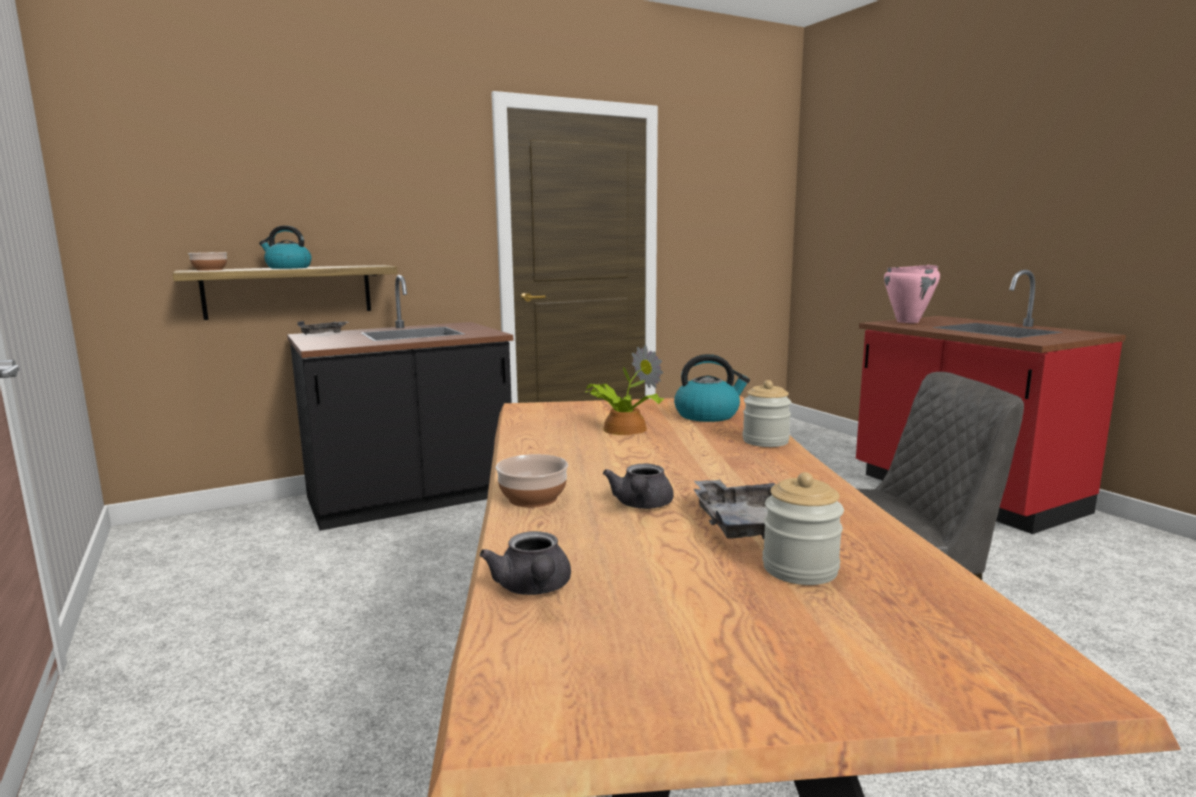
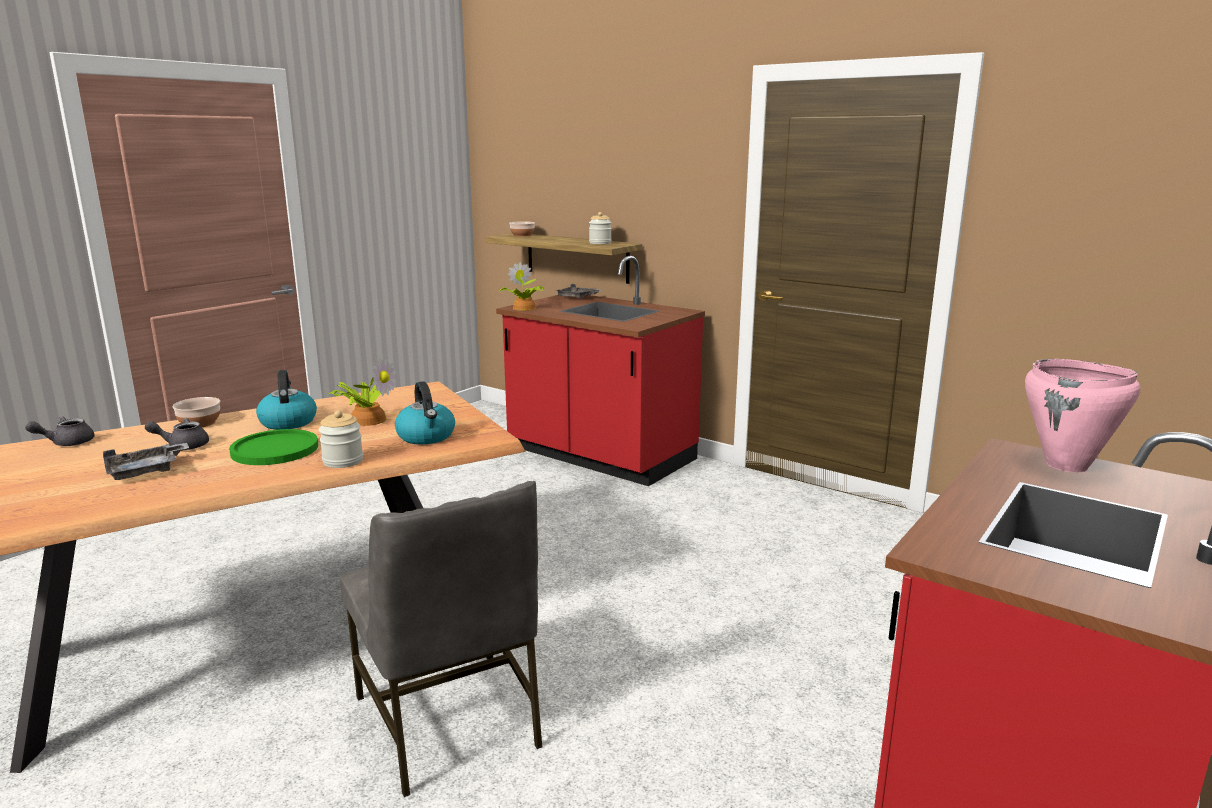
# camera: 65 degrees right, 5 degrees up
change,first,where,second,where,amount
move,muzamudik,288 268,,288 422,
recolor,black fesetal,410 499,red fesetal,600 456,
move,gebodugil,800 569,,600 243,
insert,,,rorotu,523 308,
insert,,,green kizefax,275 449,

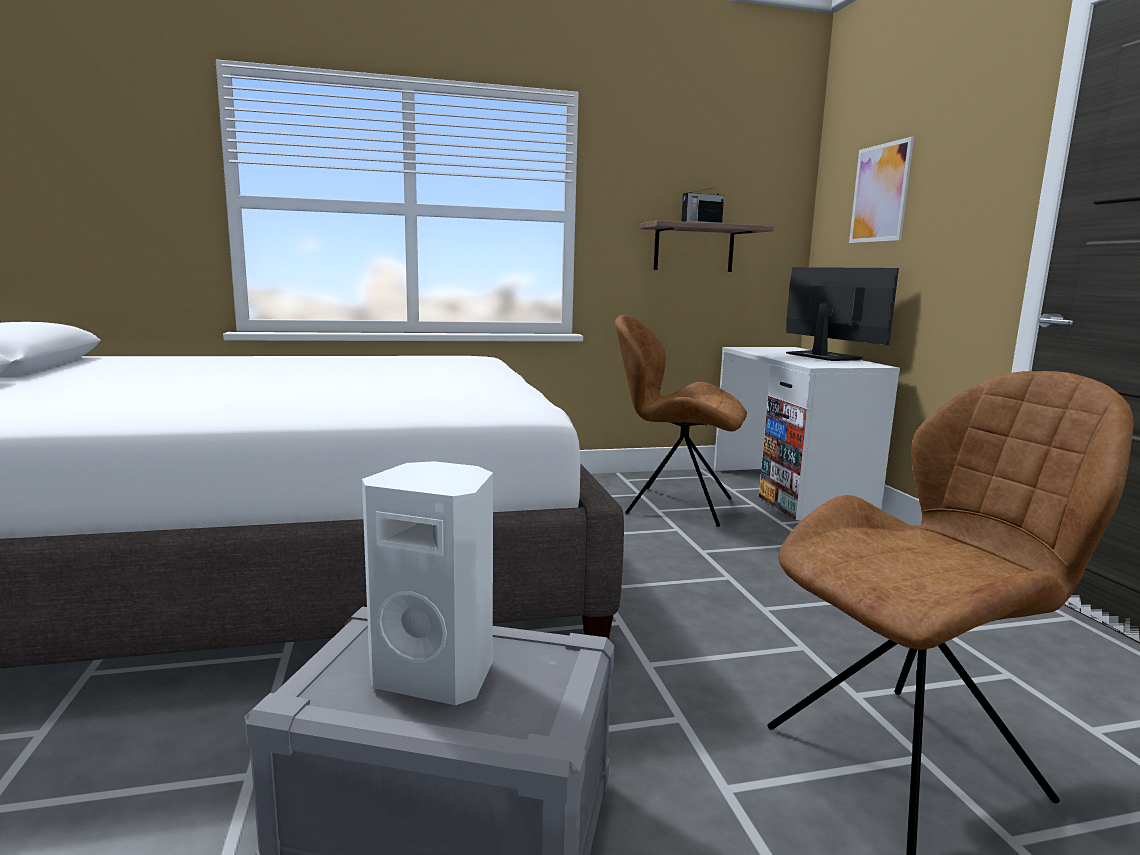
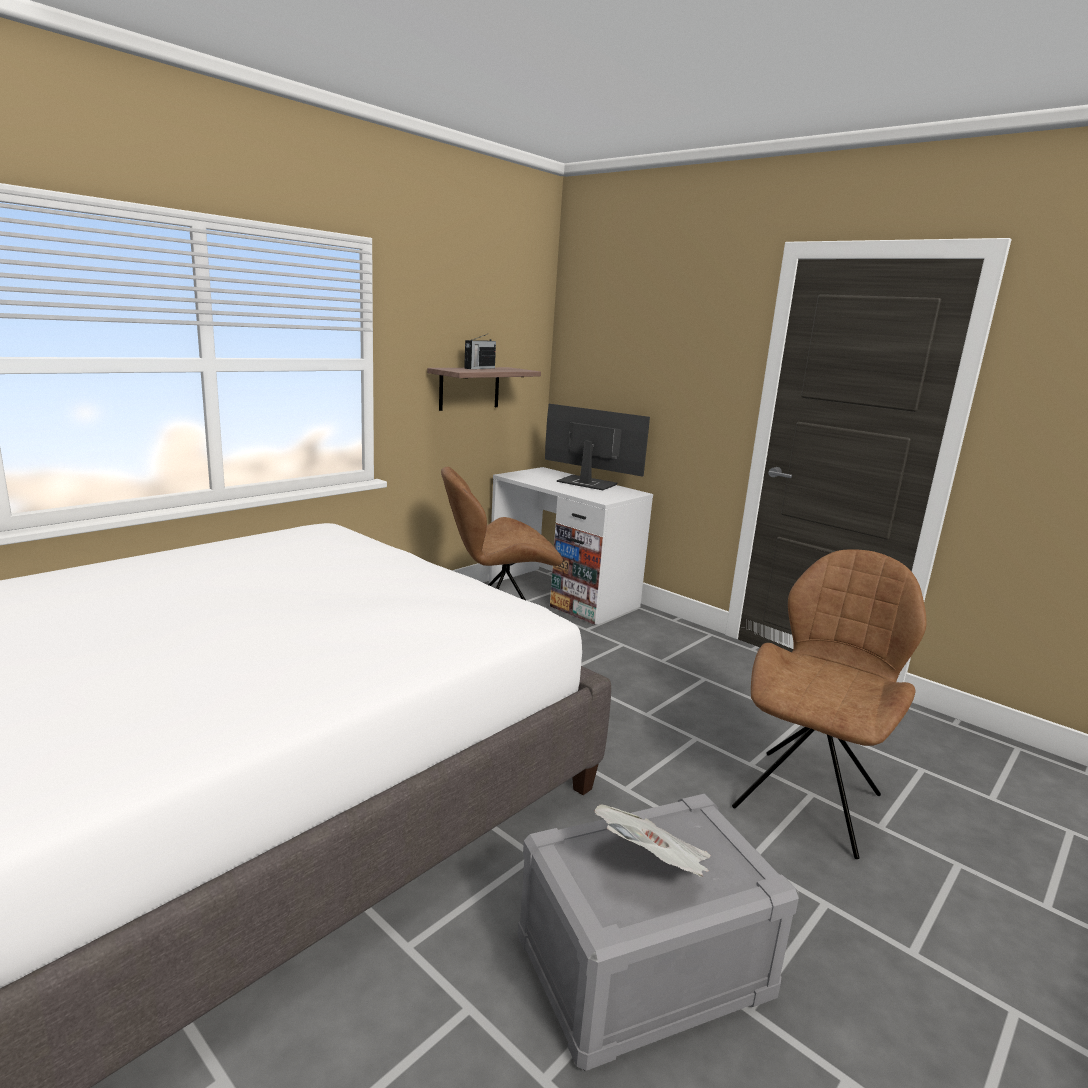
# camera: 35 degrees left, 5 degrees up
change,first,where,second,where,amount
delete,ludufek,880 193,,,
replace,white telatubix,437 674,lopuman,653 866,

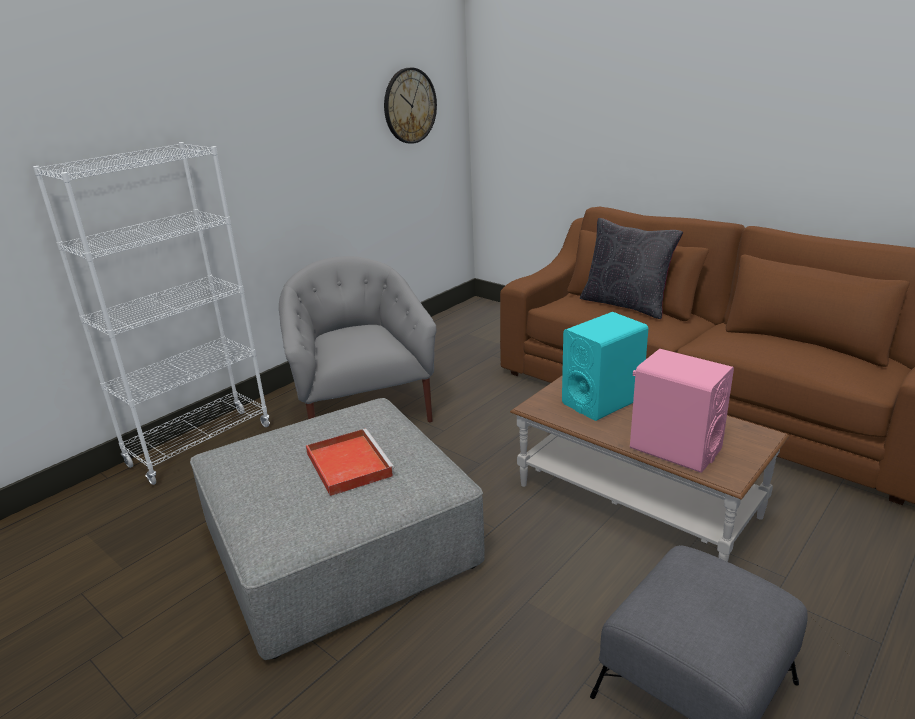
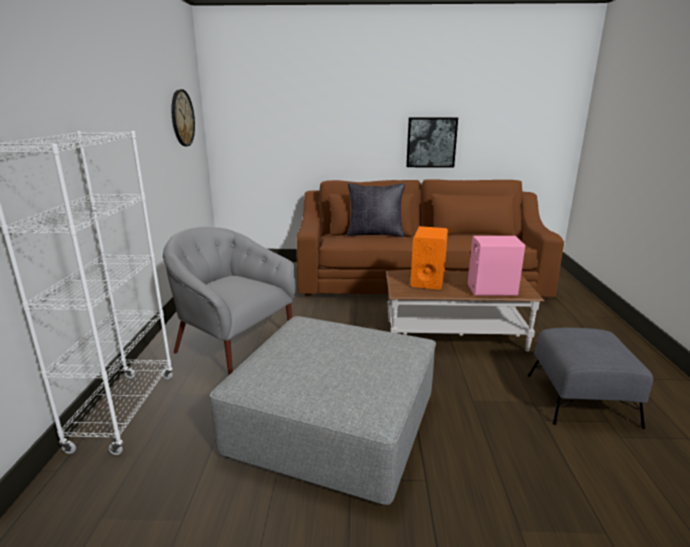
# camera: 40 degrees left, 5 degrees down
change,first,where,second,where,amount
recolor,turquoise telatubix,602 401,orange telatubix,427 280,
delete,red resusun,348 464,,,
insert,,,ludufek,431 142,

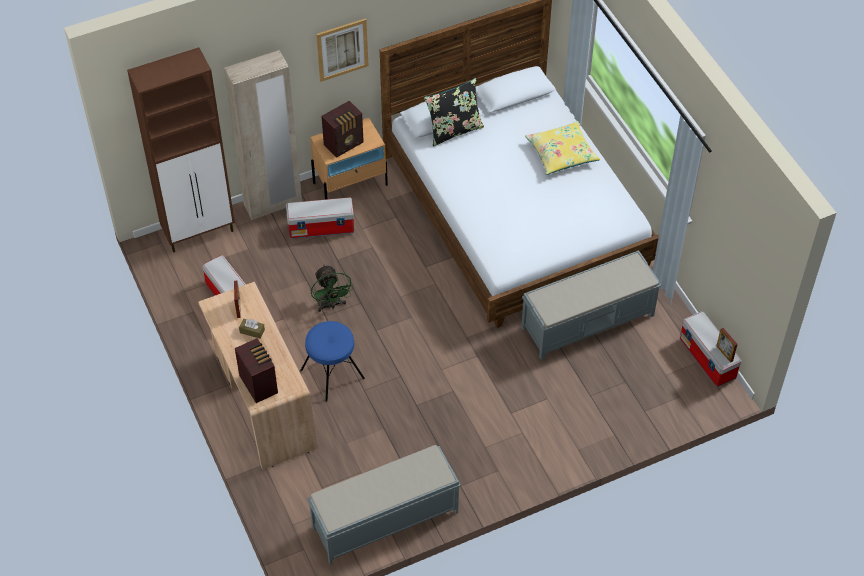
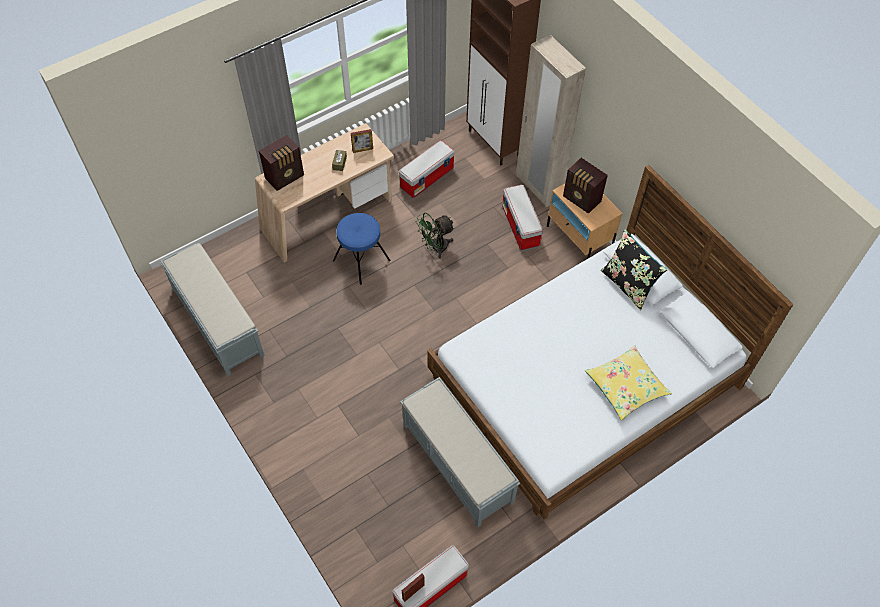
# camera: 80 degrees right, 5 degrees up
change,first,where,second,where,amount
delete,ludufek,342 49,,,

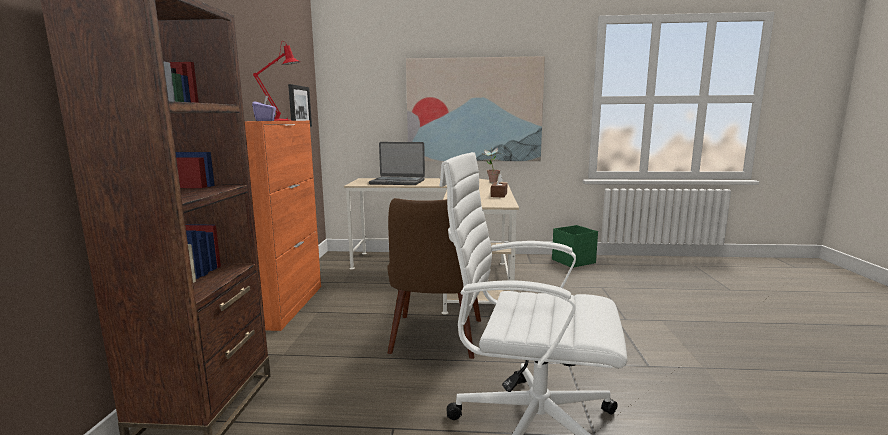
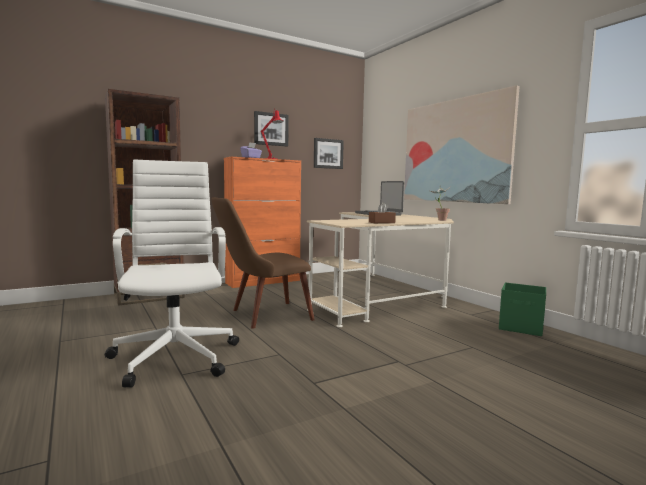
# camera: 55 degrees right, 5 degrees down
change,first,where,second,where,amount
insert,,,ludufek,271 129,

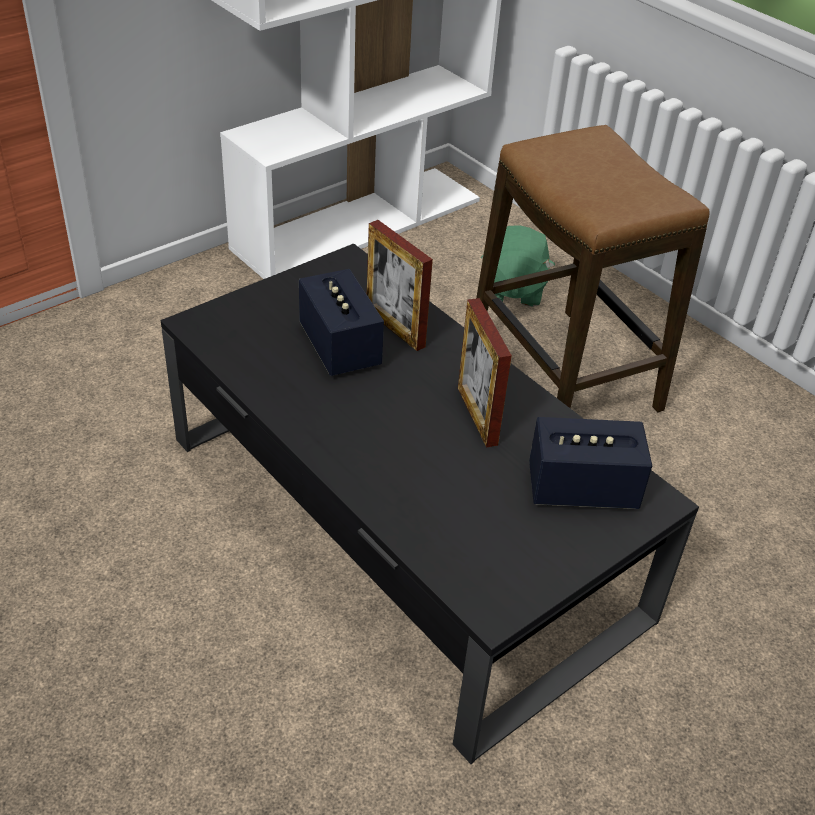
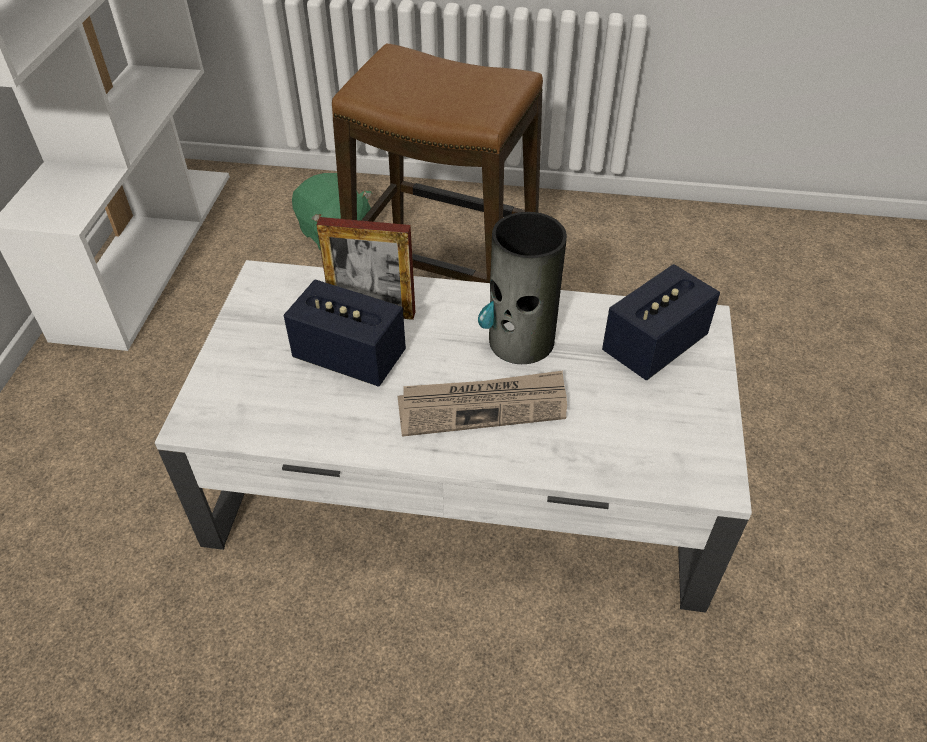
# camera: 40 degrees left, 5 degrees up
change,first,where,second,where,amount
recolor,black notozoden,402 527,white notozoden,466 476,
replace,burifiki,477 416,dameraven,521 341,
insert,,,lopuman,483 406,

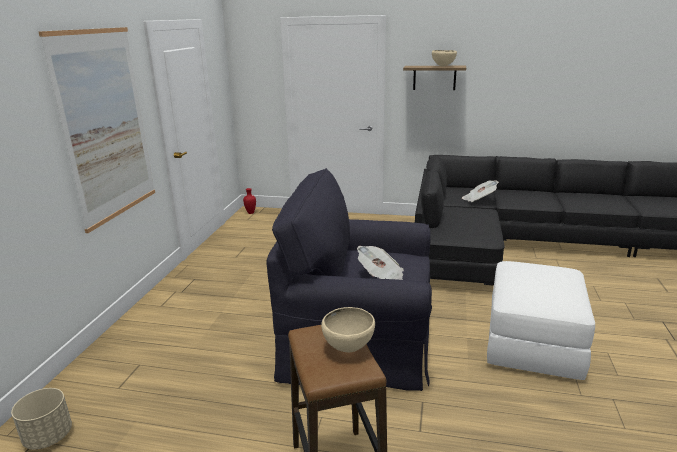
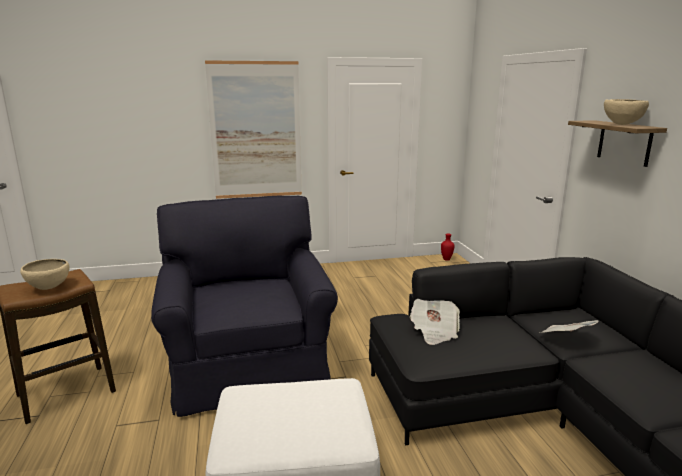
# camera: 65 degrees right, 5 degrees down
change,first,where,second,where,amount
move,lopuman,381 277,,434 331,
delete,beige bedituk,48 436,,,

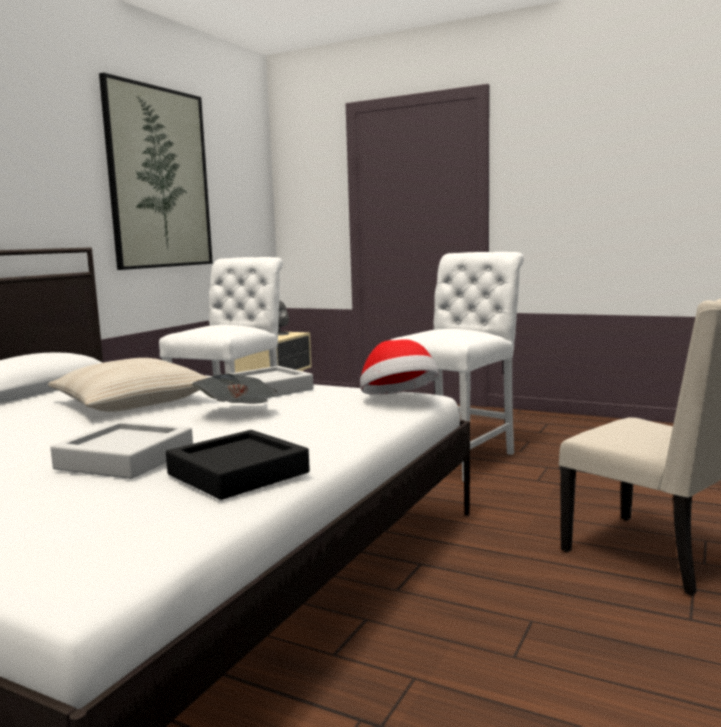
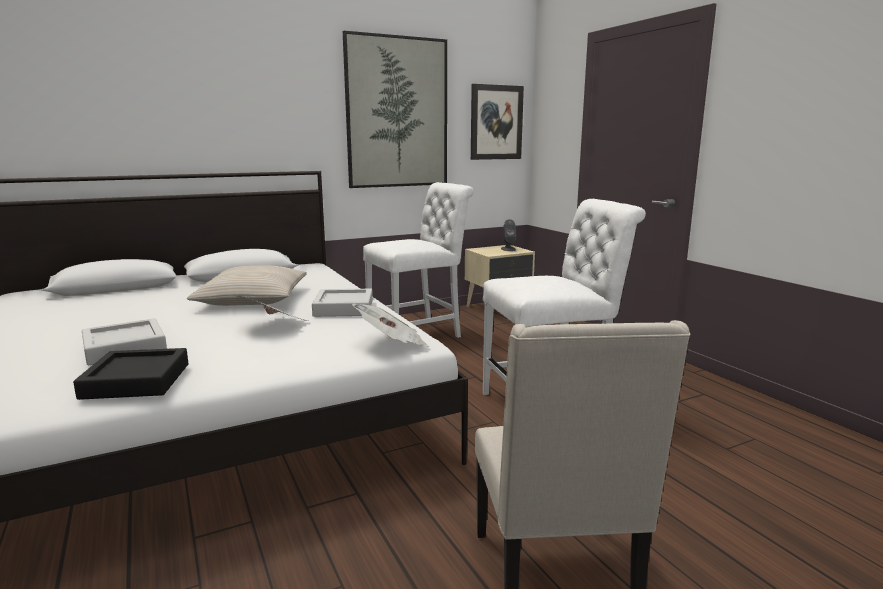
# camera: 35 degrees right, 5 degrees up
change,first,where,second,where,amount
replace,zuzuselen,398 400,lopuman,392 344,
insert,,,ludufek,496 122,

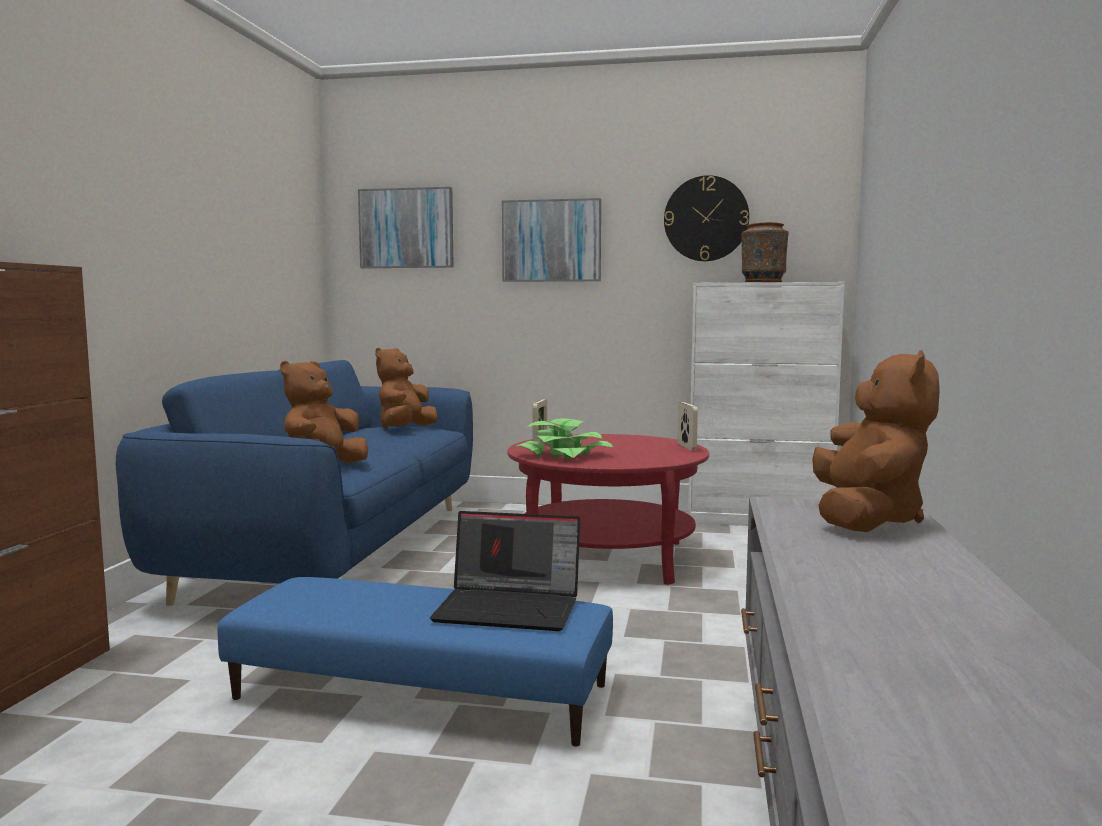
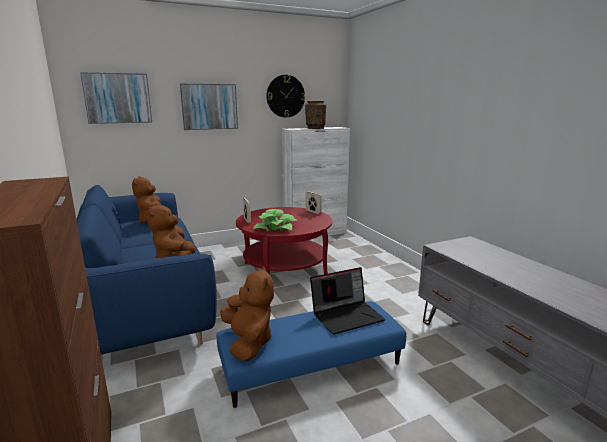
# camera: 35 degrees left, 10 degrees up
change,first,where,second,where,amount
move,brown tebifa,866 519,,248 342,

